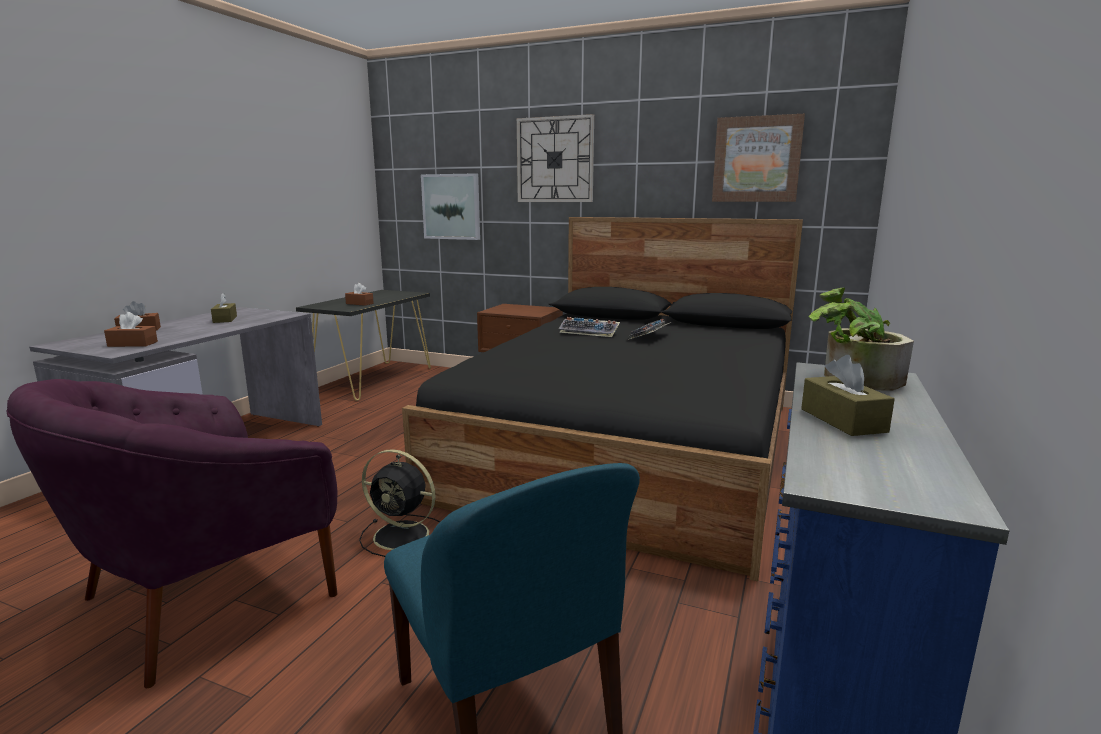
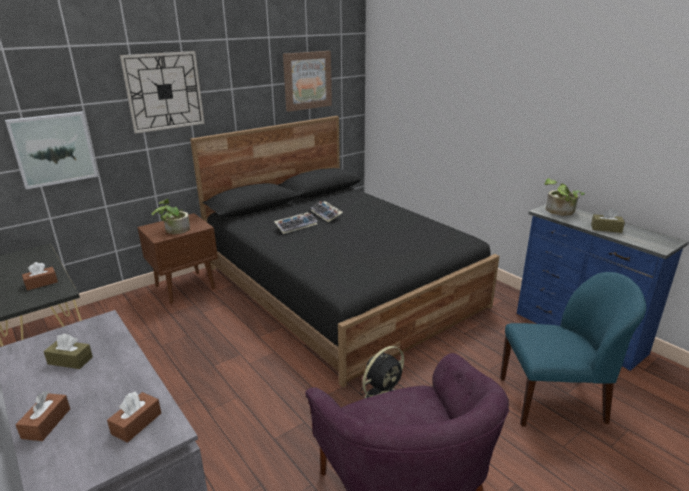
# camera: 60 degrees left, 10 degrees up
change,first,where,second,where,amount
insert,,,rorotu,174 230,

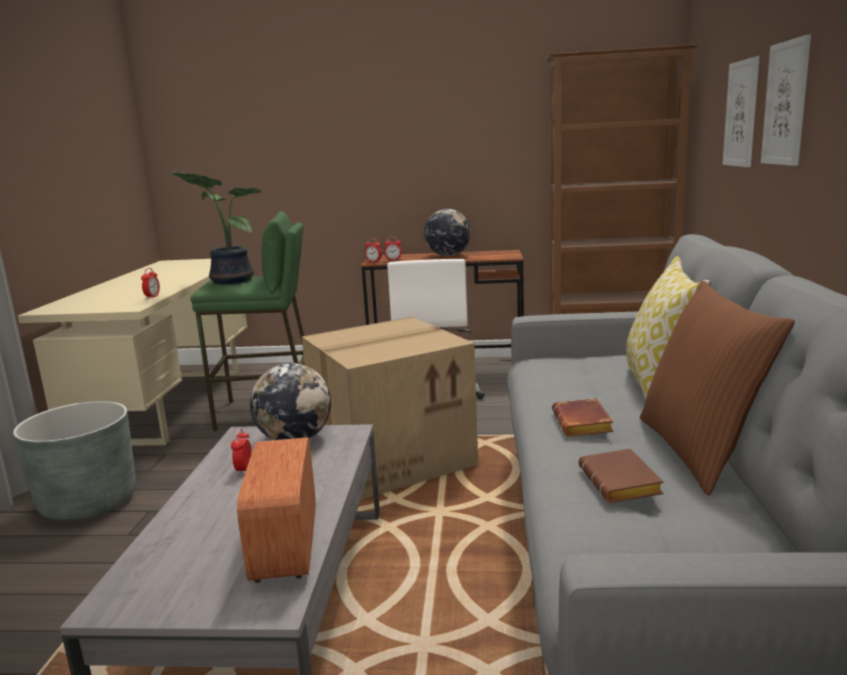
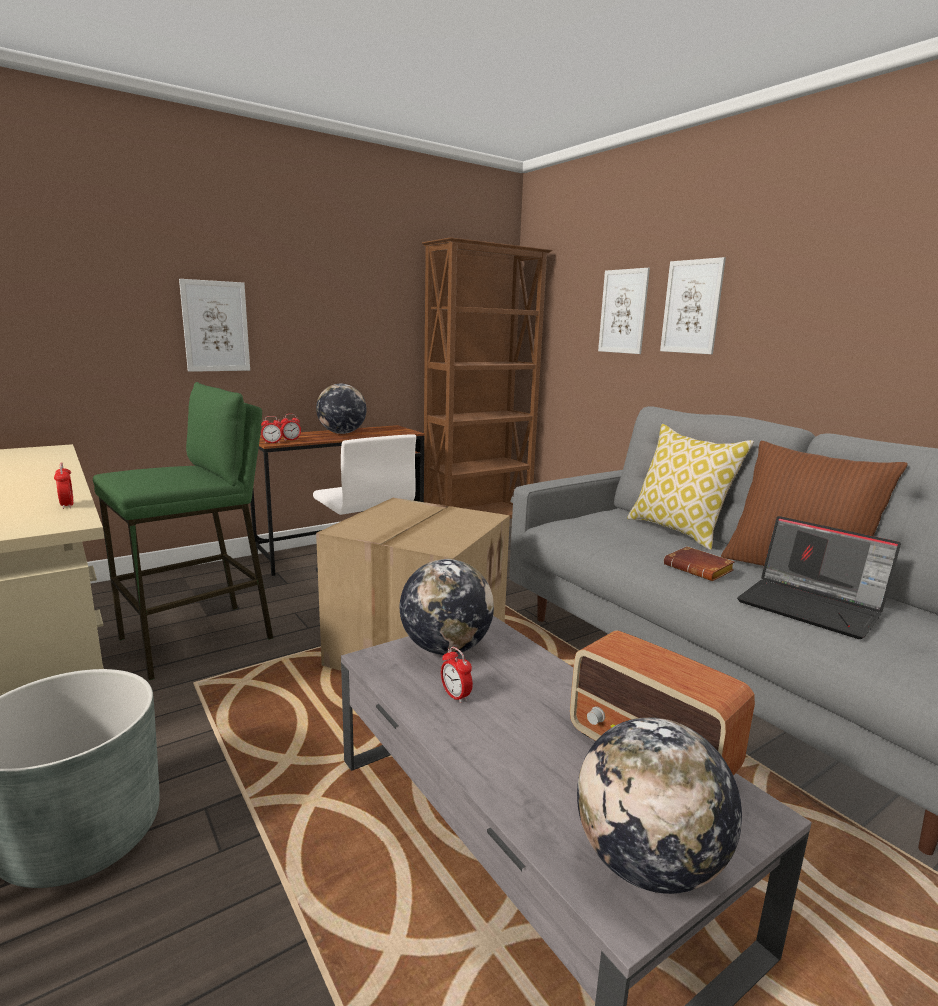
# camera: 40 degrees left, 0 degrees up
change,first,where,second,where,amount
delete,rorotu,229 280,,,
replace,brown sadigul,622 484,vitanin,812 607,
insert,,,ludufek,215 326,
insert,,,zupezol,648 863,

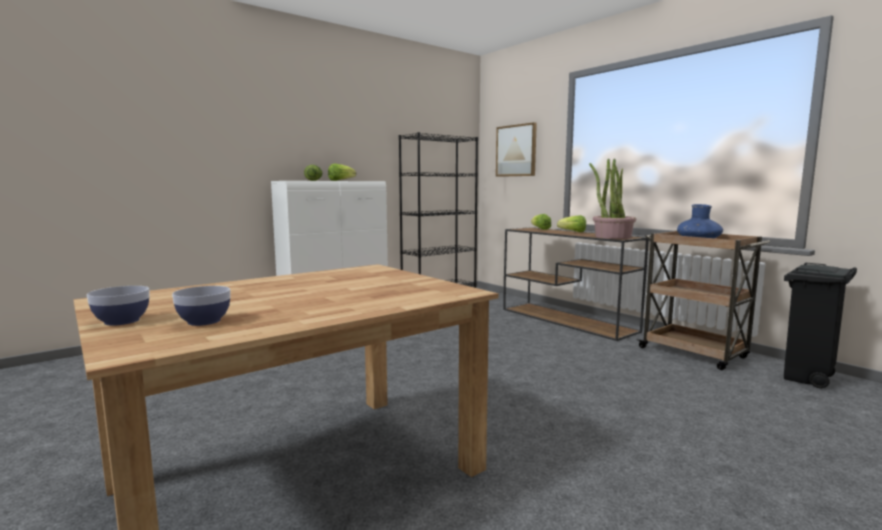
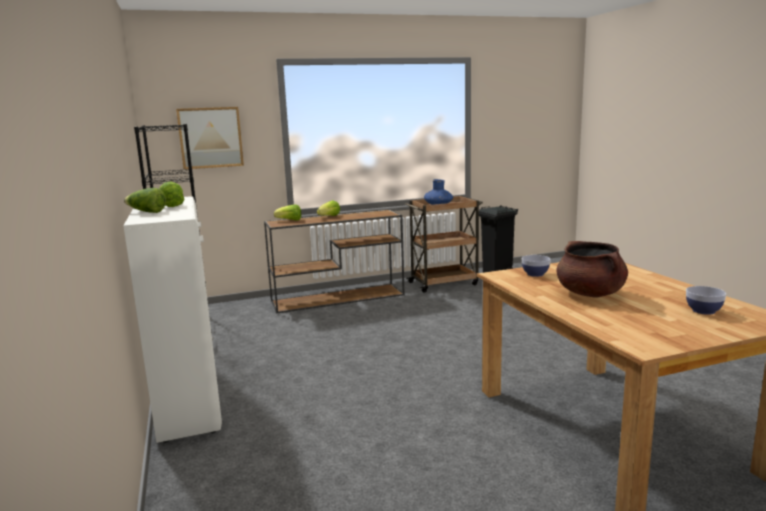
# camera: 70 degrees left, 5 degrees up
change,first,where,second,where,amount
delete,rorotu,612 237,,,
move,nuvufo,122 321,,535 274,
insert,,,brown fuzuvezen,590 294,

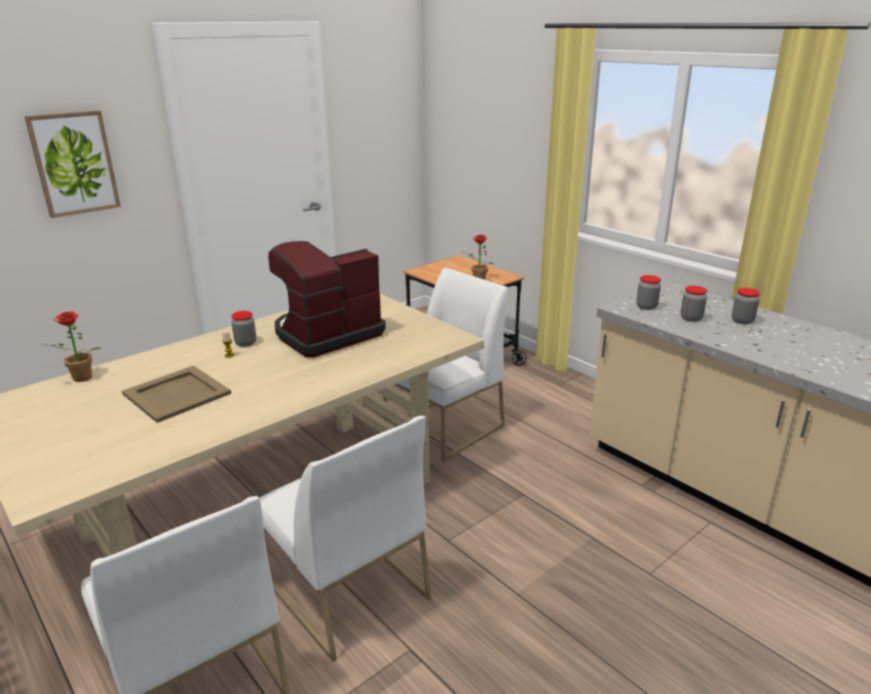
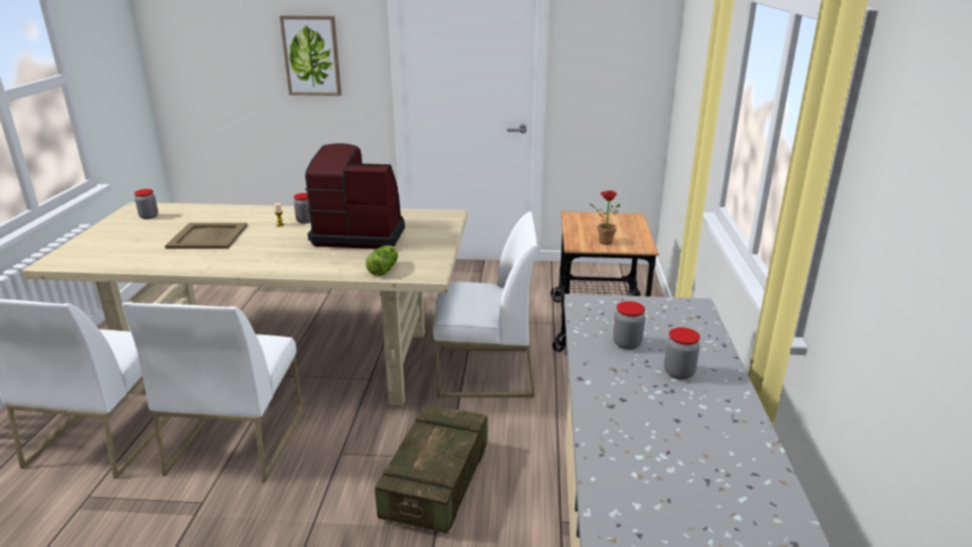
# camera: 45 degrees right, 0 degrees up
change,first,where,second,where,amount
move,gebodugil,646 306,,149 216,
delete,rorotu,79 379,,,
insert,,,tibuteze,385 269,
insert,,,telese,436 483,

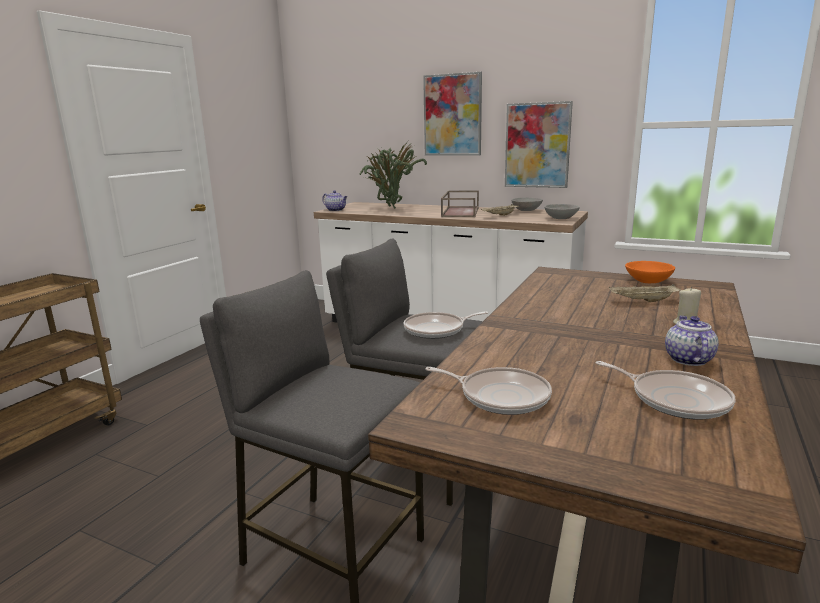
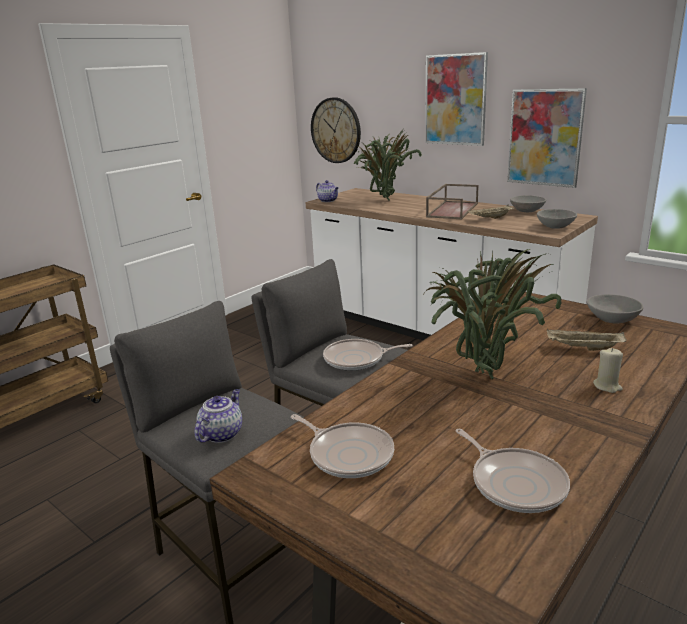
# camera: 15 degrees right, 5 degrees up
change,first,where,second,where,amount
recolor,orange nuvufo,648 281,grey nuvufo,612 320,
move,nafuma,687 359,,222 433,
insert,,,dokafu,336 130,
insert,,,rorotu,482 378,

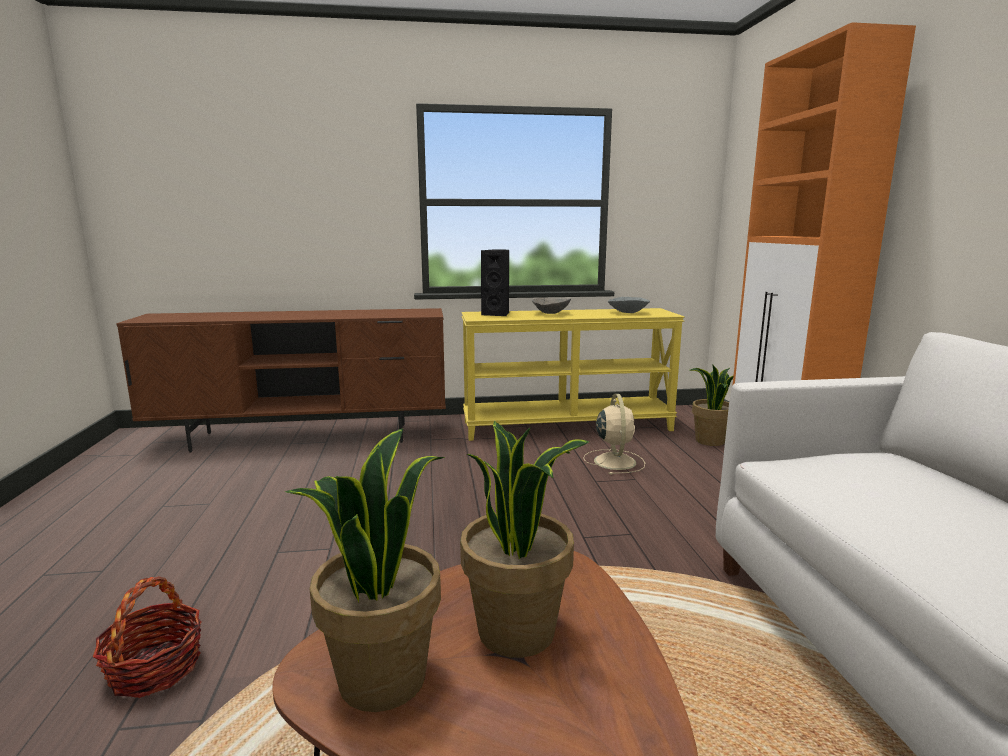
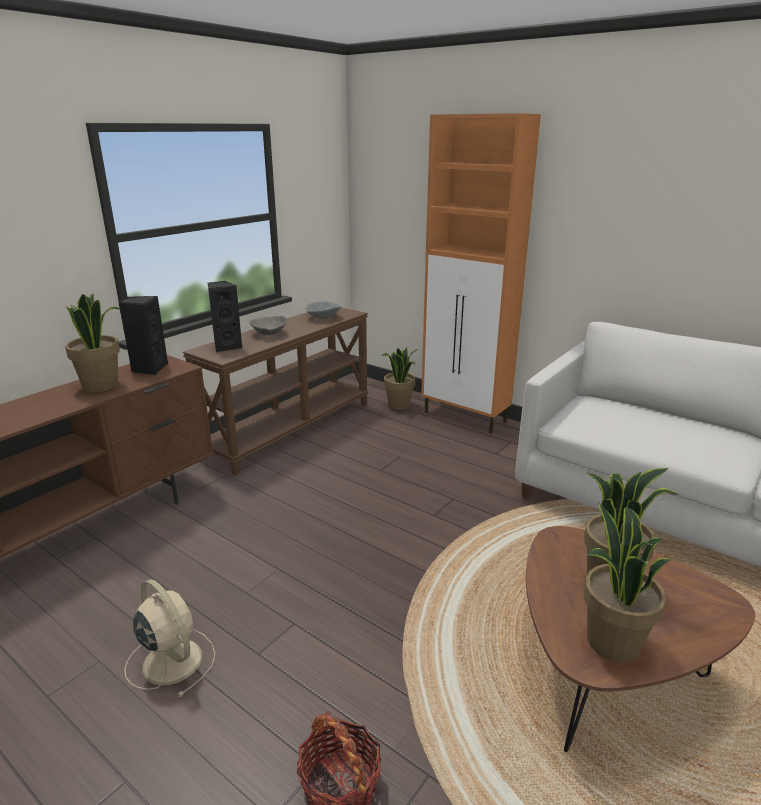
# camera: 45 degrees left, 10 degrees up
change,first,where,second,where,amount
recolor,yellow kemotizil,567 426,brown kemotizil,290 428,
move,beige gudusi,614 461,,171 660,
insert,,,rorotu,101 386,
insert,,,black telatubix,149 369,

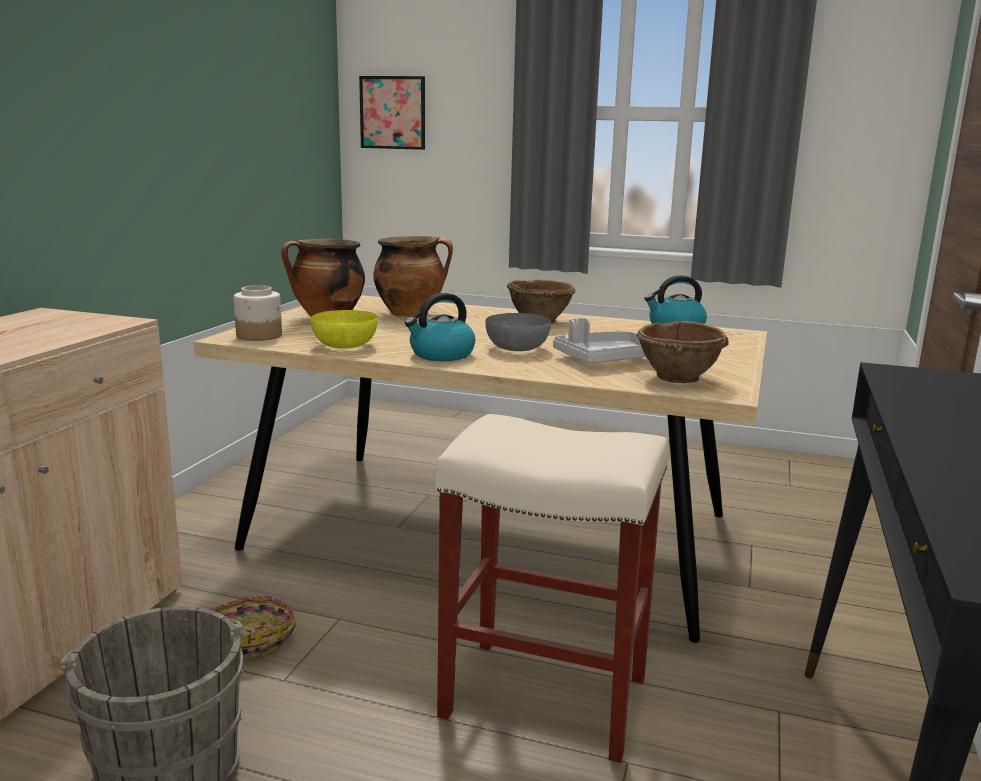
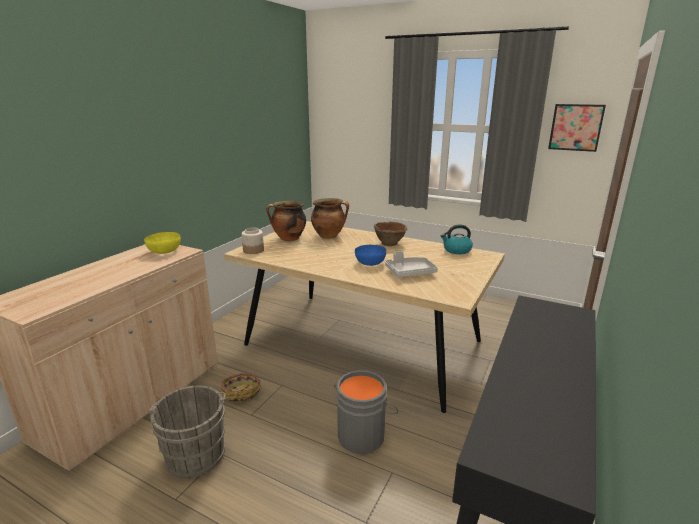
# camera: 10 degrees right, 5 degrees up
change,first,where,second,where,amount
move,ludufek,392 112,,575 127,
delete,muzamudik,441 355,,,
move,yellow nuvufo,345 345,,165 251,
recolor,grey nuvufo,517 348,blue nuvufo,370 263,
delete,brown nuvufo,678 378,,,
replace,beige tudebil,542 696,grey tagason,362 434,

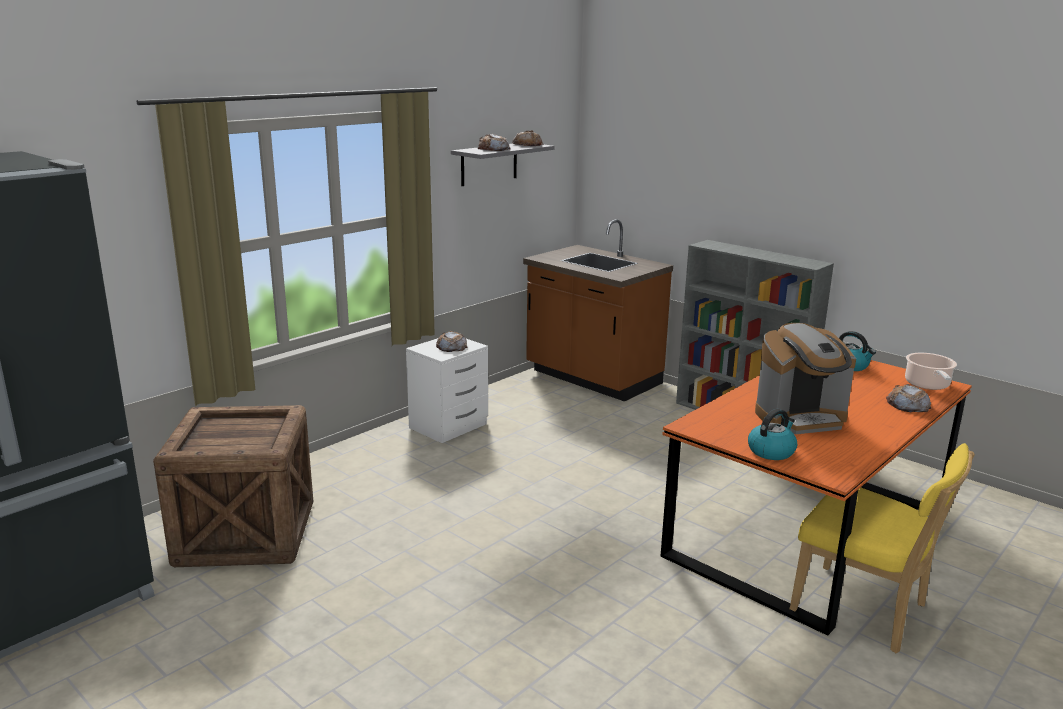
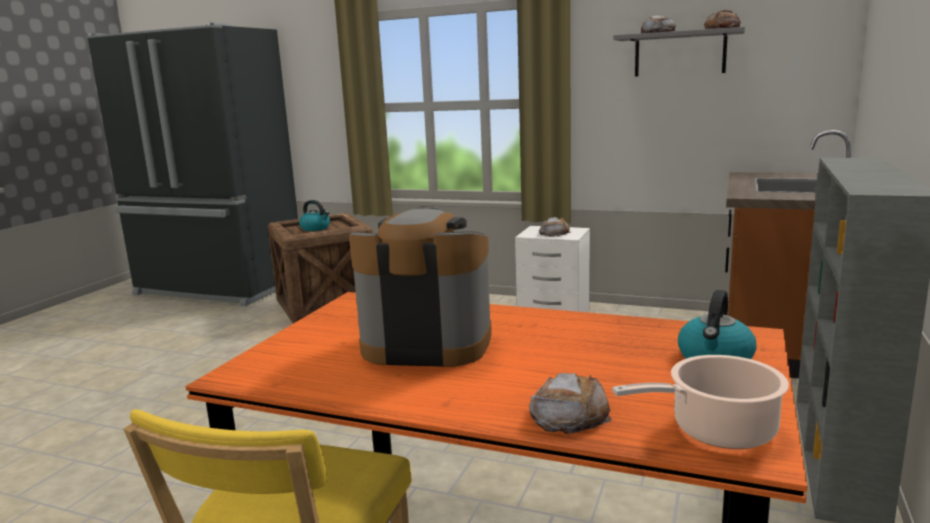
# camera: 70 degrees right, 5 degrees down
change,first,where,second,where,amount
rotate,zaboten,800 418,,426 344,135 degrees clockwise
move,muzamudik,771 451,,316 228,

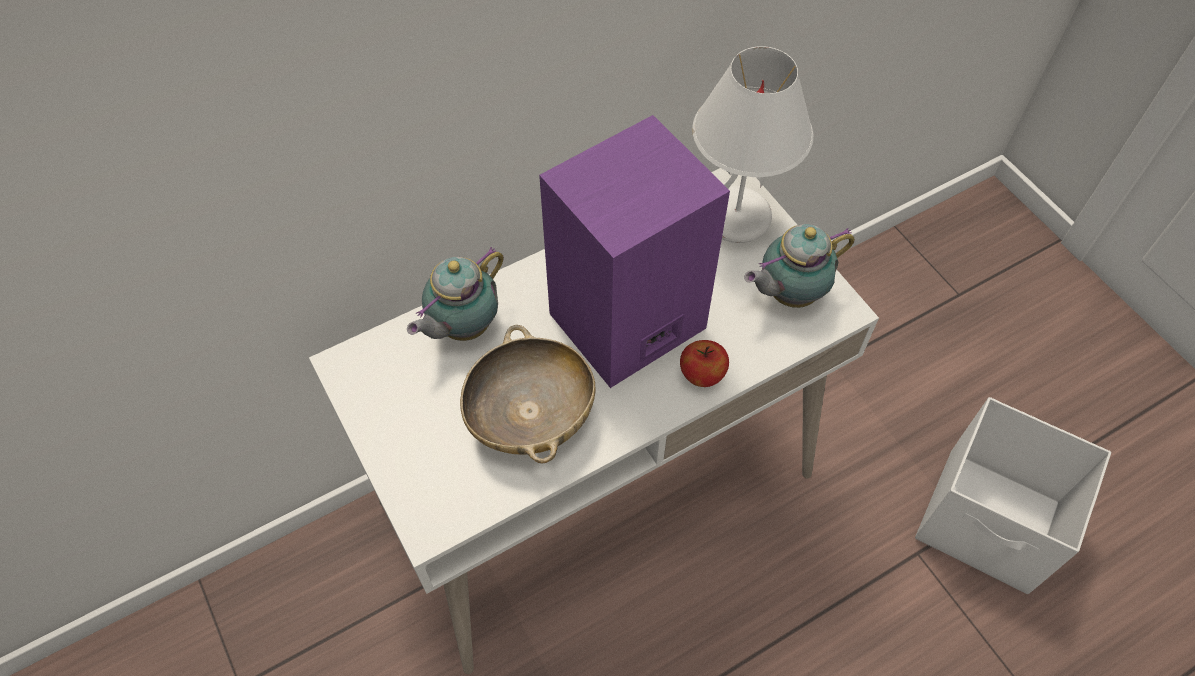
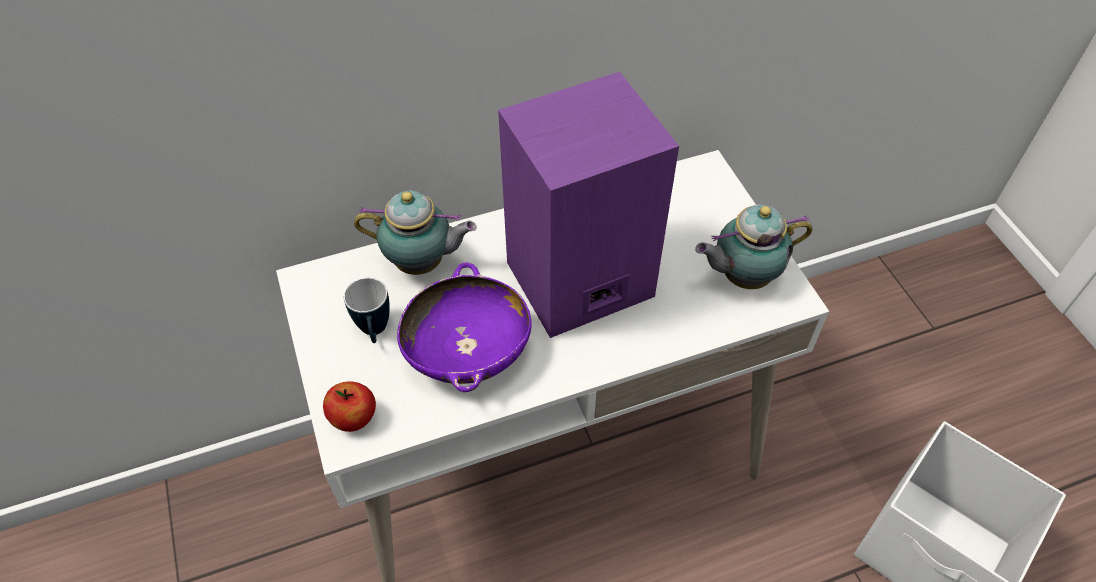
# camera: 10 degrees right, 5 degrees down
change,first,where,second,where,amount
delete,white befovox,737 216,,,
rotate,nafuma,462 327,,422 263,135 degrees counterclockwise
recolor,beige nuvufo,530 415,purple nuvufo,468 352,
move,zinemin,702 375,,354 418,
insert,,,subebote,374 332,

